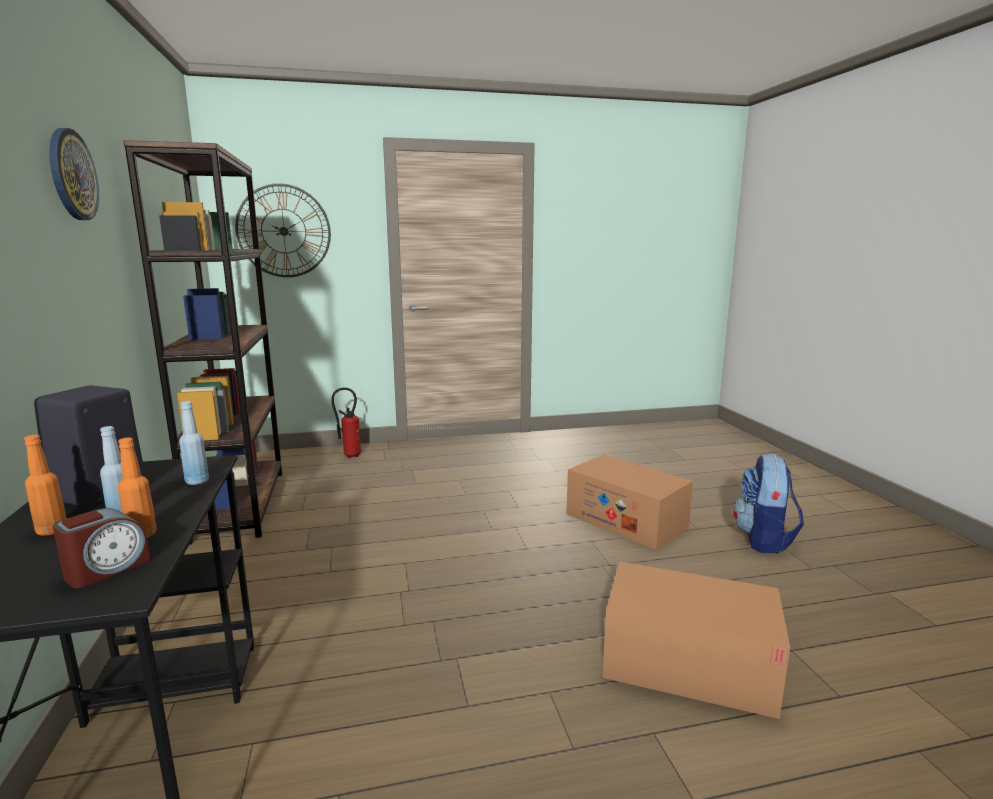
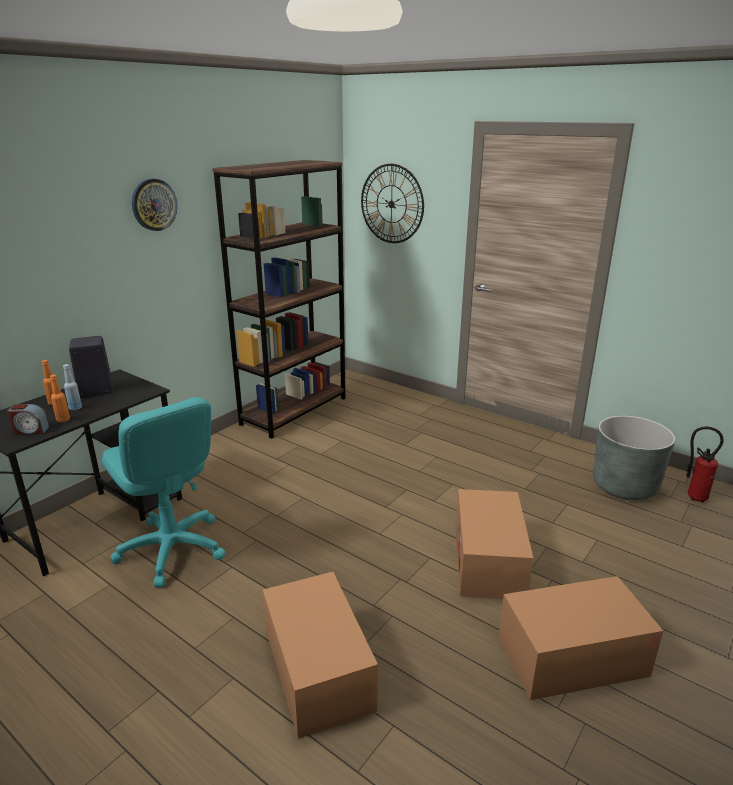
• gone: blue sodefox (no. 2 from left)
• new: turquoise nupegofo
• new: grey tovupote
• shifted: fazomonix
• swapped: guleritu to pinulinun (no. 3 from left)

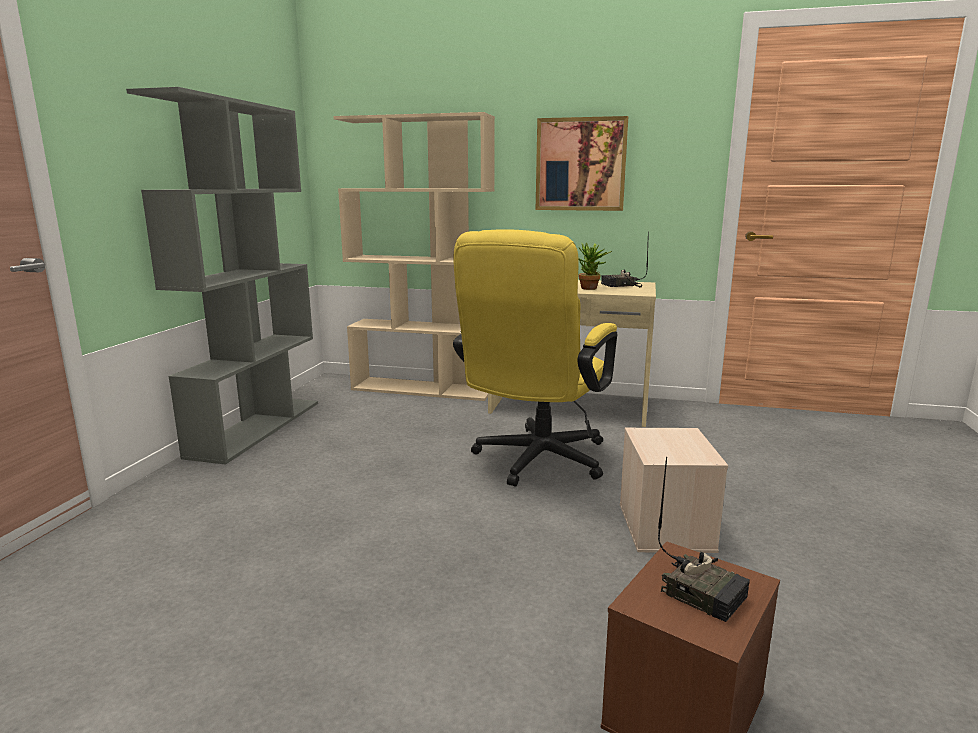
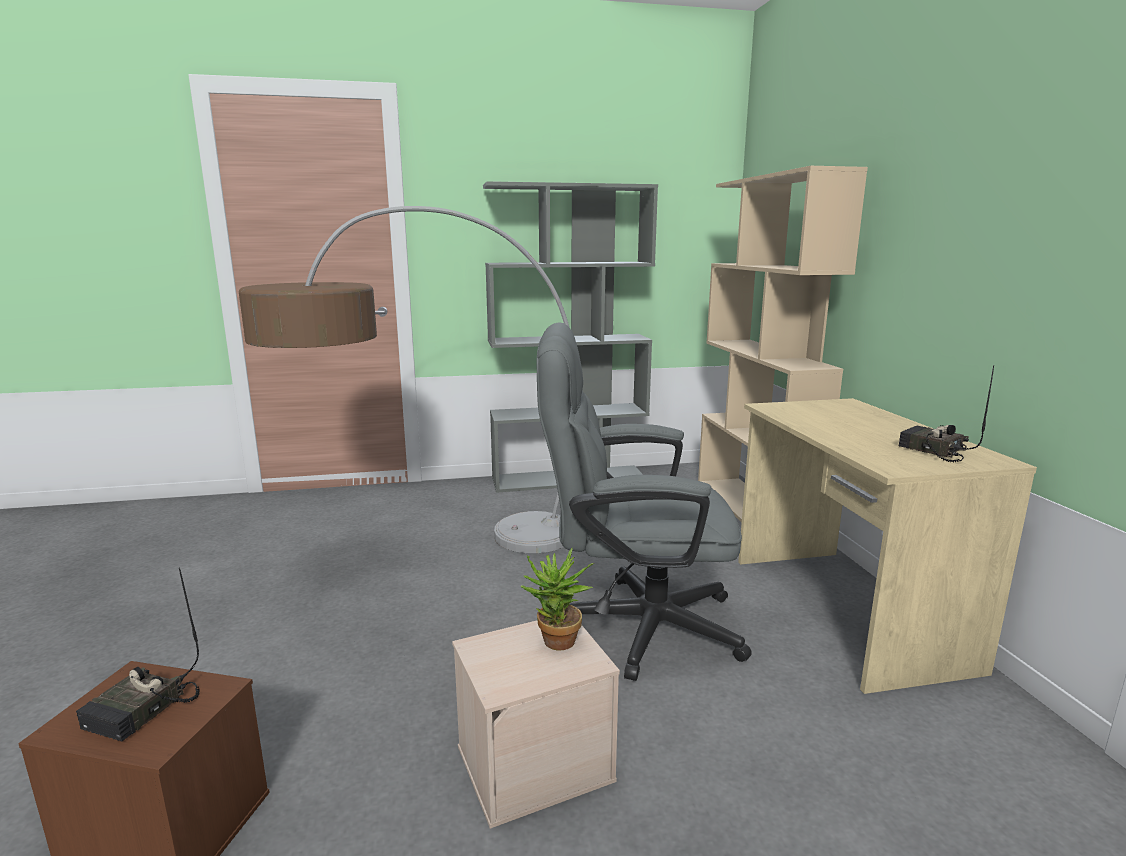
• gone: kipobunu
• new: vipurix
• shifted: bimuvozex
• repainted: yellow nupegofo to grey nupegofo

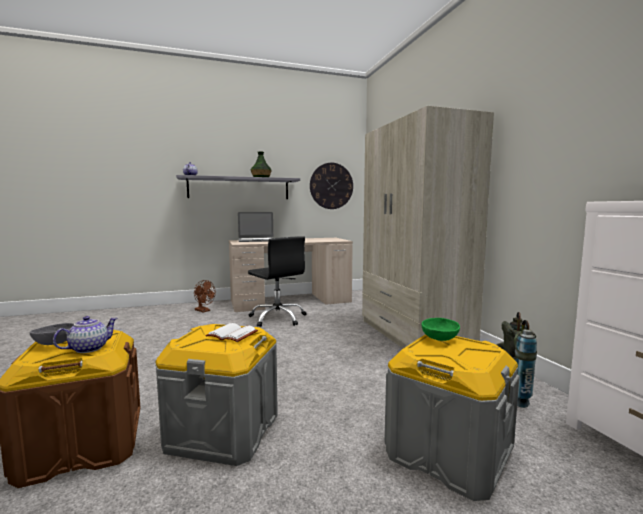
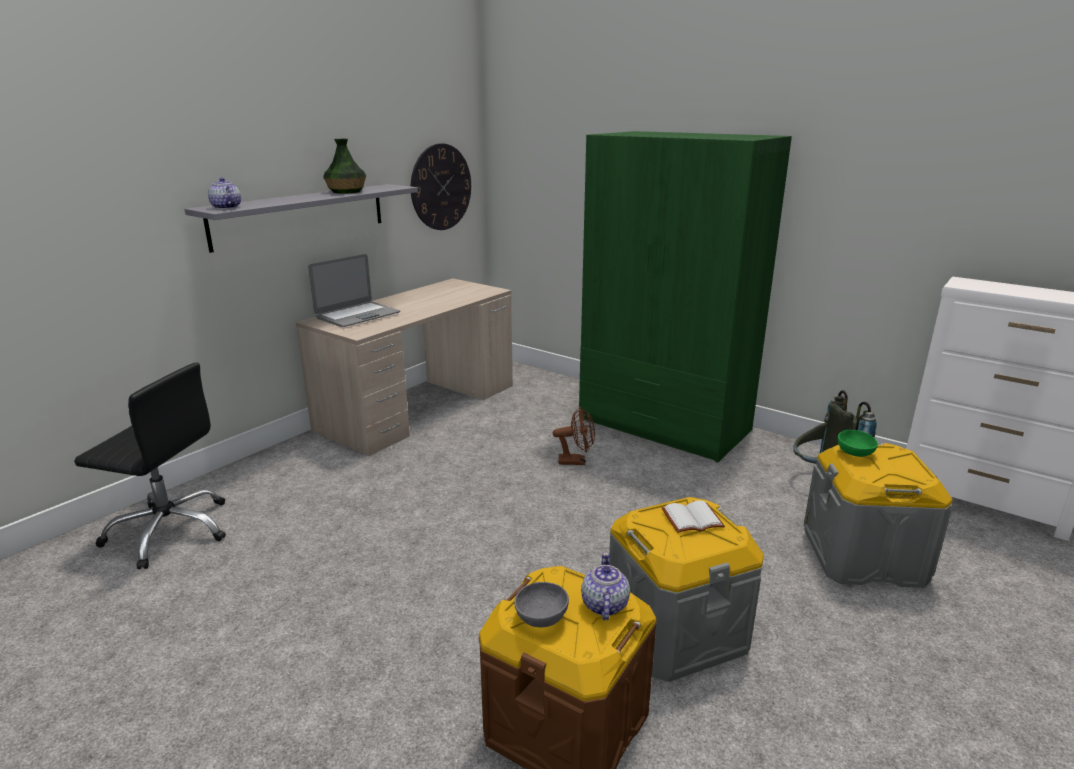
• shifted: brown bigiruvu
• shifted: black nupegofo
• repainted: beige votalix to green votalix

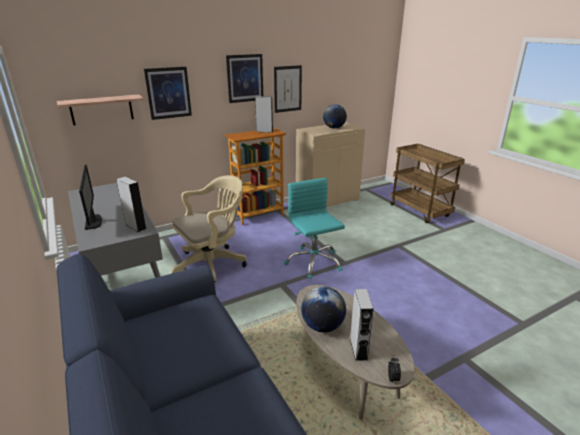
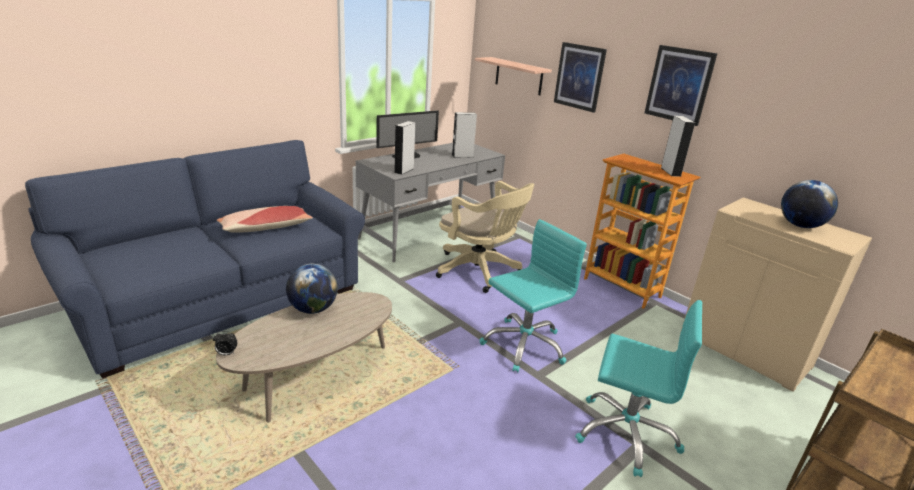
• gone: kipobunu (no. 3 from left)
• new: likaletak
• new: turquoise nupegofo (no. 2 from left)
• shifted: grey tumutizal (no. 3 from left in the first image) to grey tumutizal (no. 2 from left)

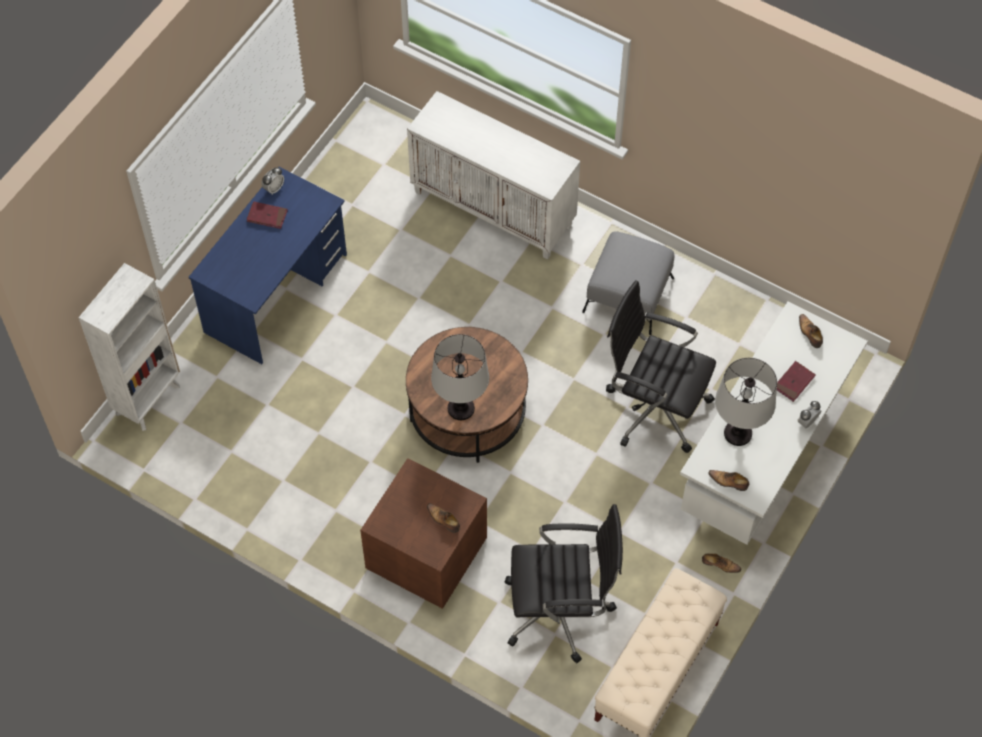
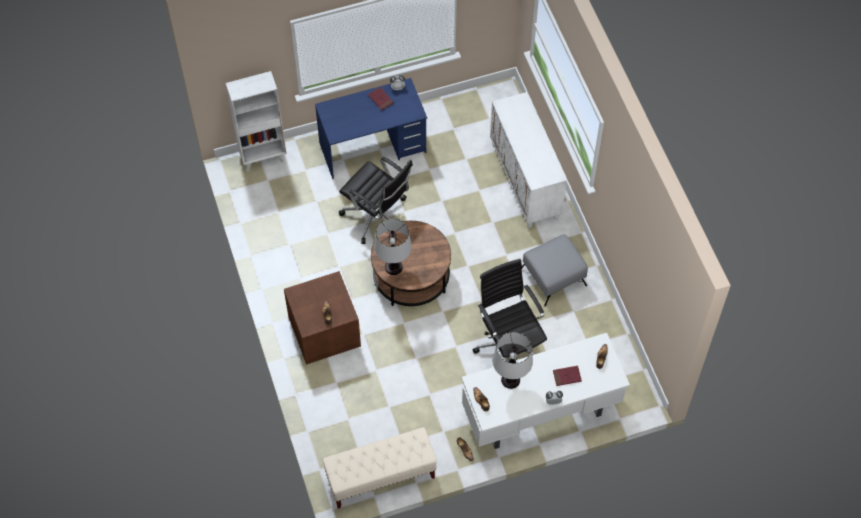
• shifted: black nupegofo (no. 1 from left)

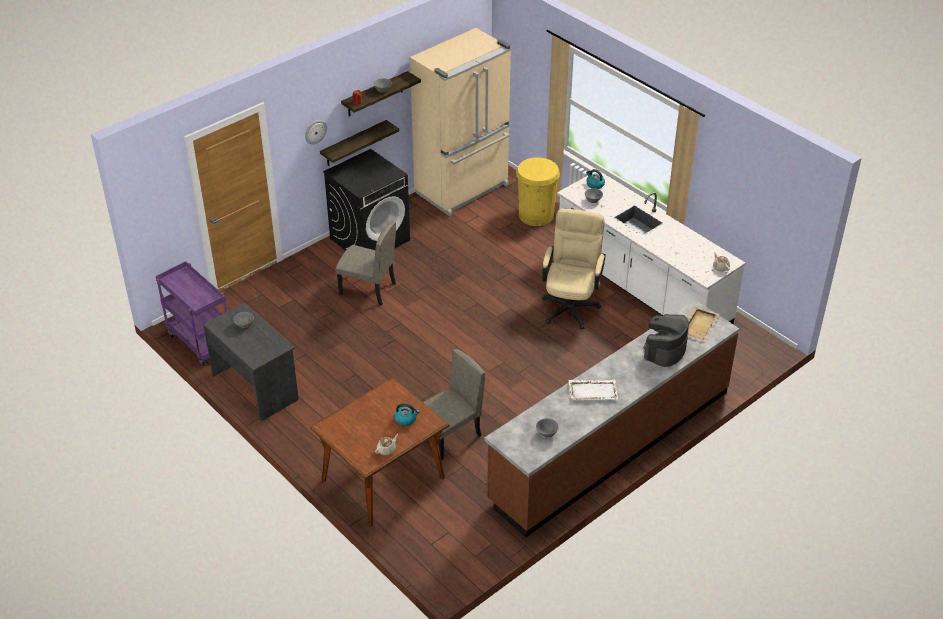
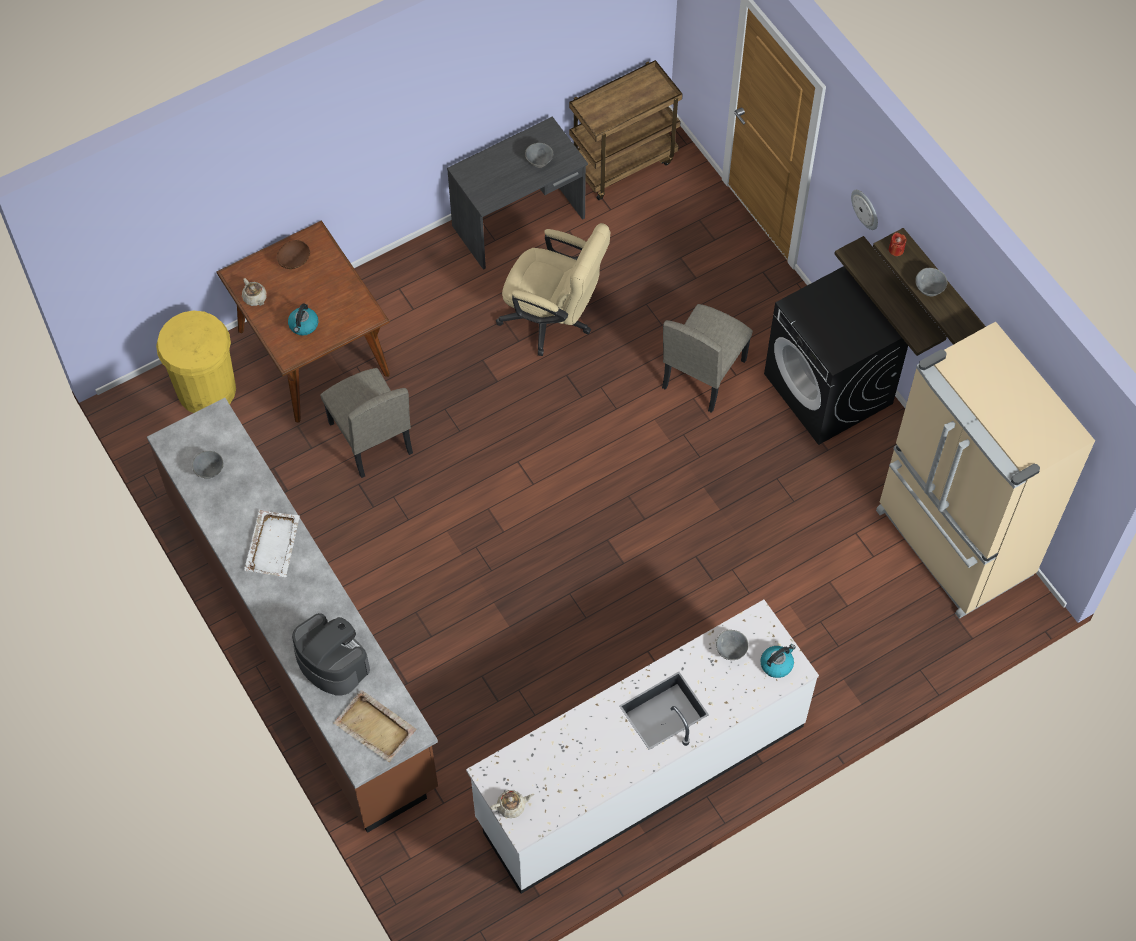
• new: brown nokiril
• shifted: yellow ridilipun
• shifted: beige nupegofo
• repainted: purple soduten to brown soduten

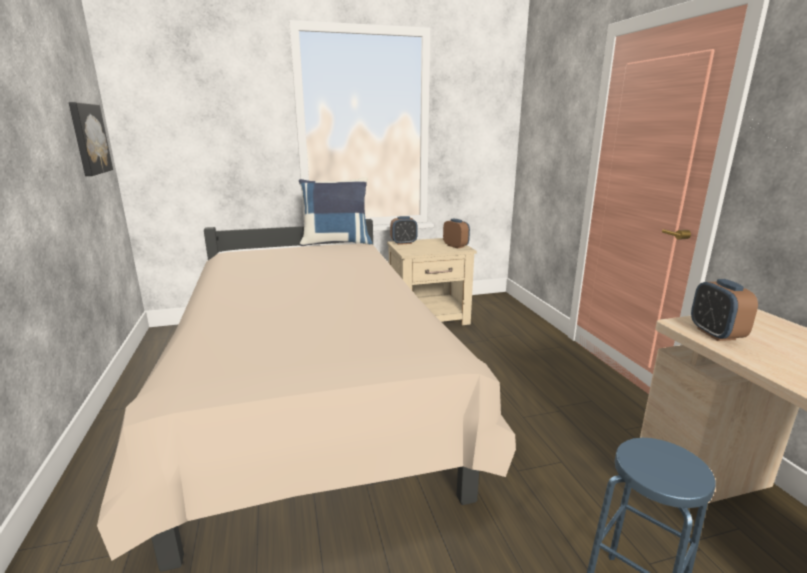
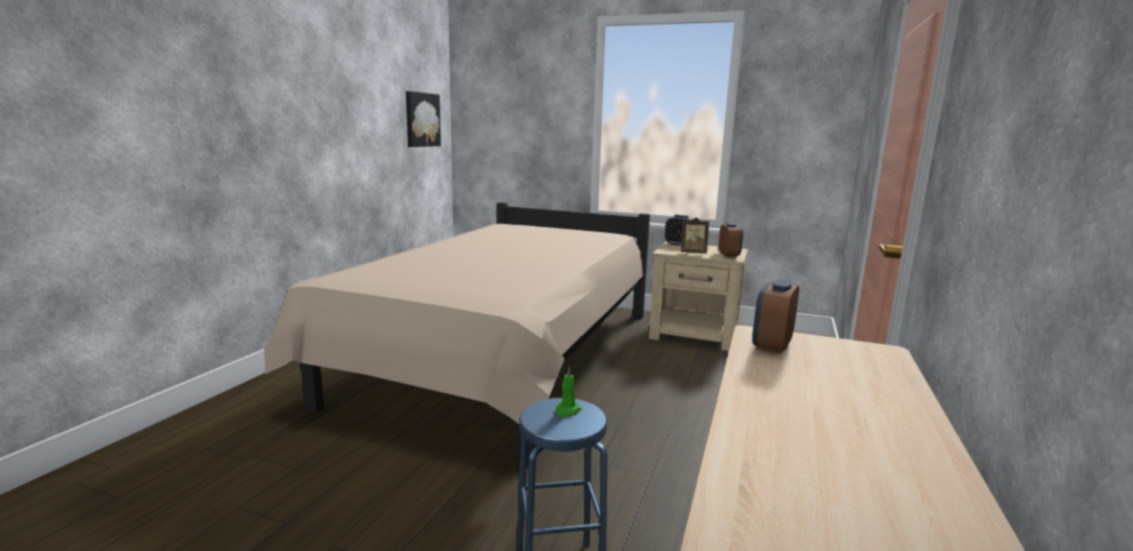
• gone: blue likaletak
• new: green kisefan
• new: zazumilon

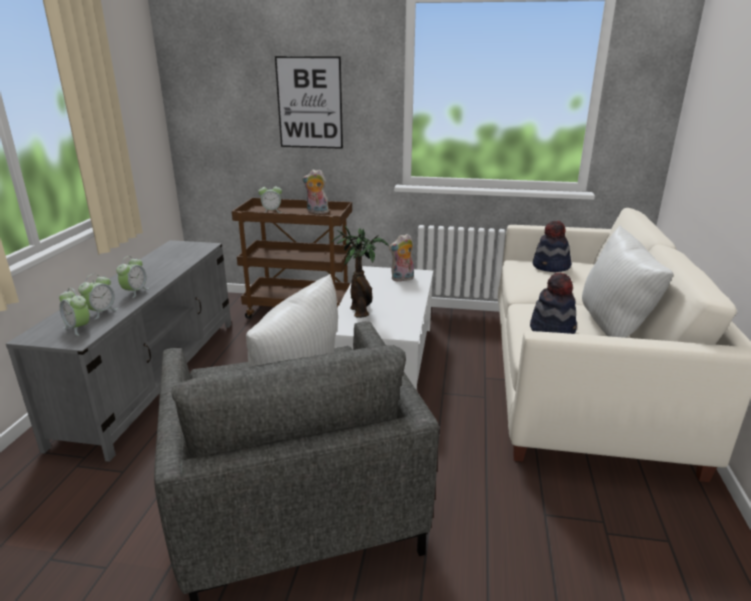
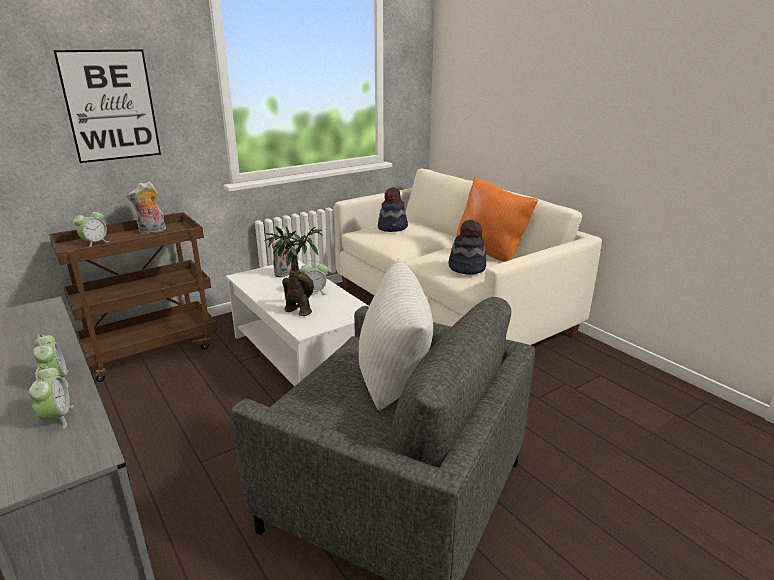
• shifted: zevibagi (no. 1 from left in the first image) to zevibagi (no. 4 from left)
• repainted: white likaletak (no. 2 from left) to orange likaletak

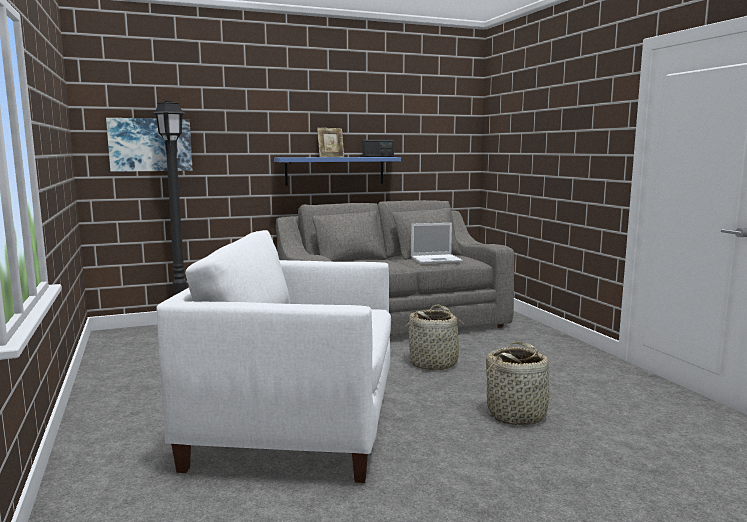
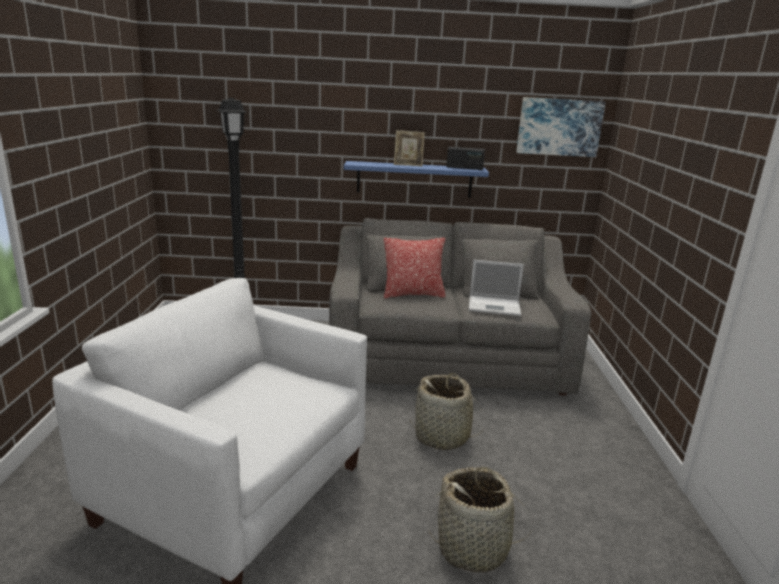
• new: likaletak
• shifted: kipobunu

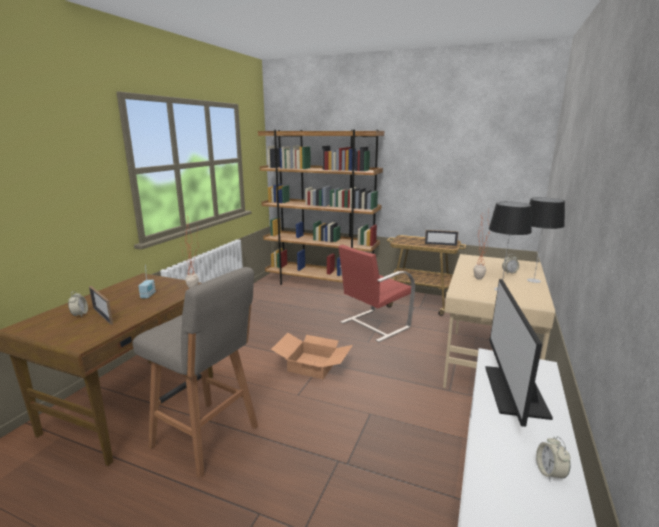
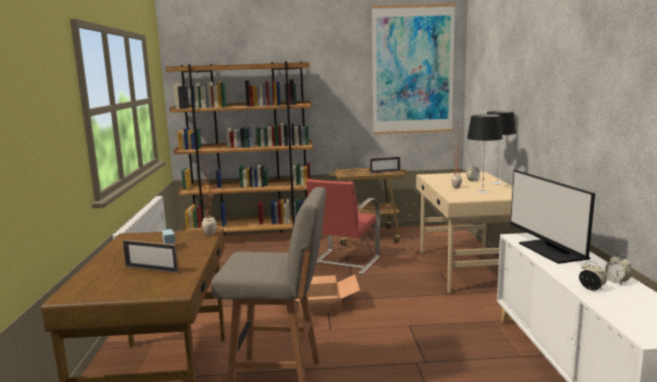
• new: kipobunu
• shifted: zevibagi (no. 1 from left in the first image) to zevibagi (no. 2 from left)

